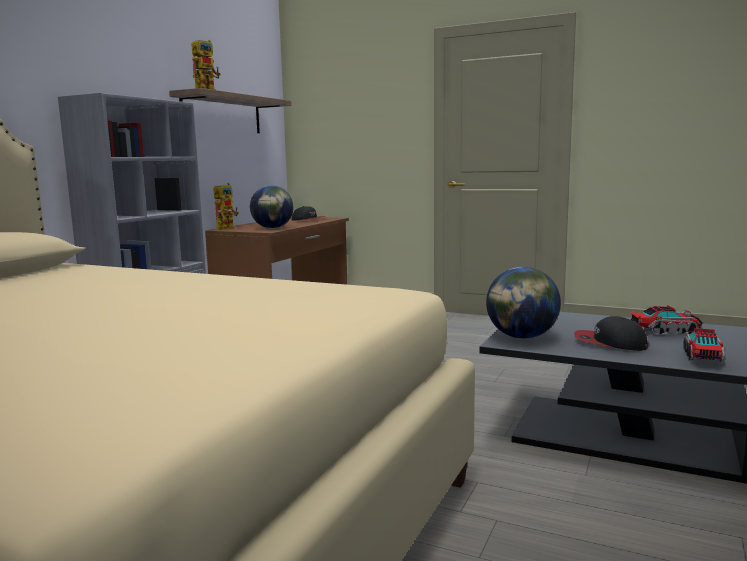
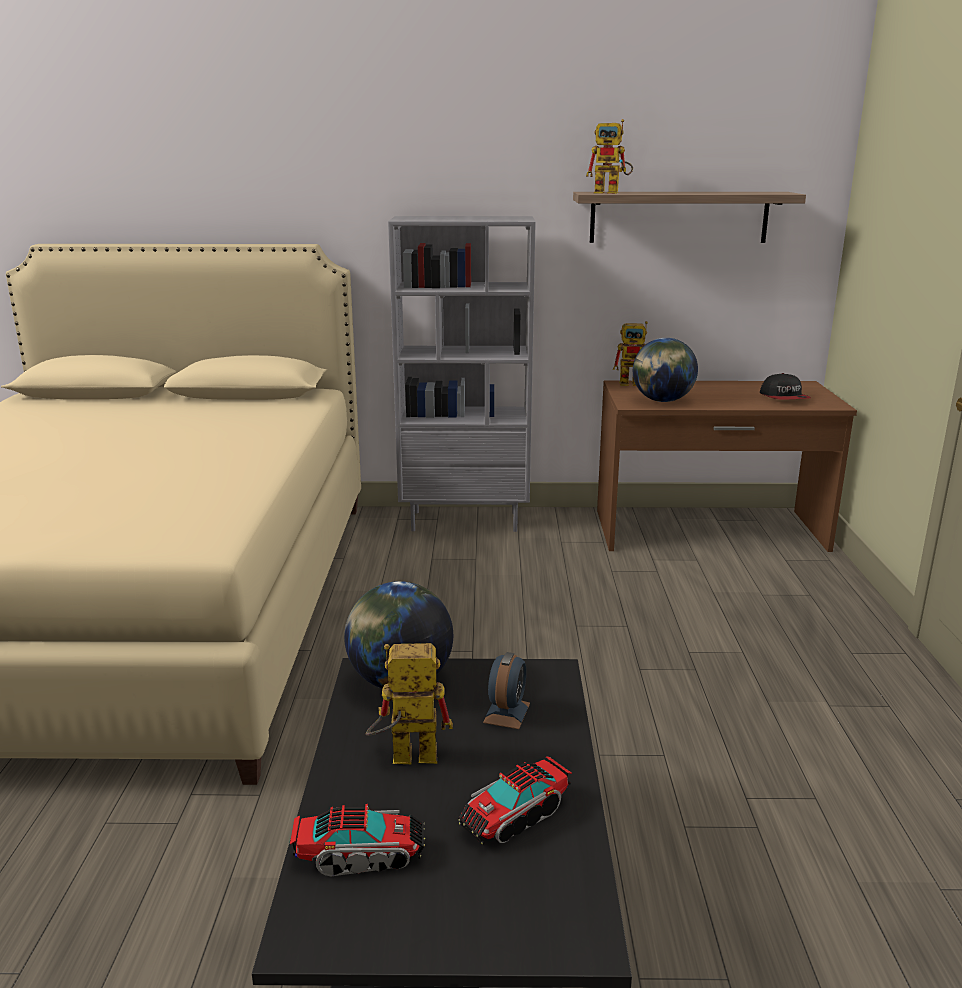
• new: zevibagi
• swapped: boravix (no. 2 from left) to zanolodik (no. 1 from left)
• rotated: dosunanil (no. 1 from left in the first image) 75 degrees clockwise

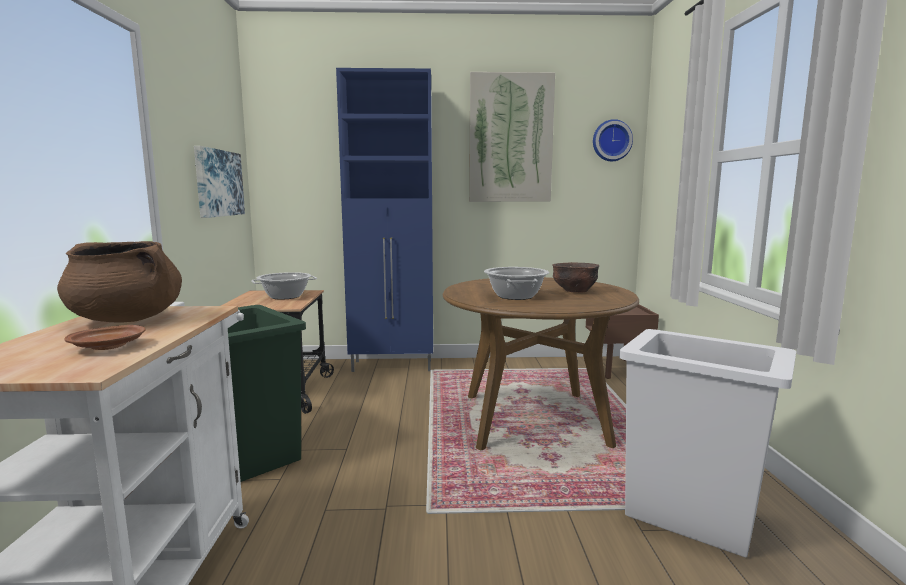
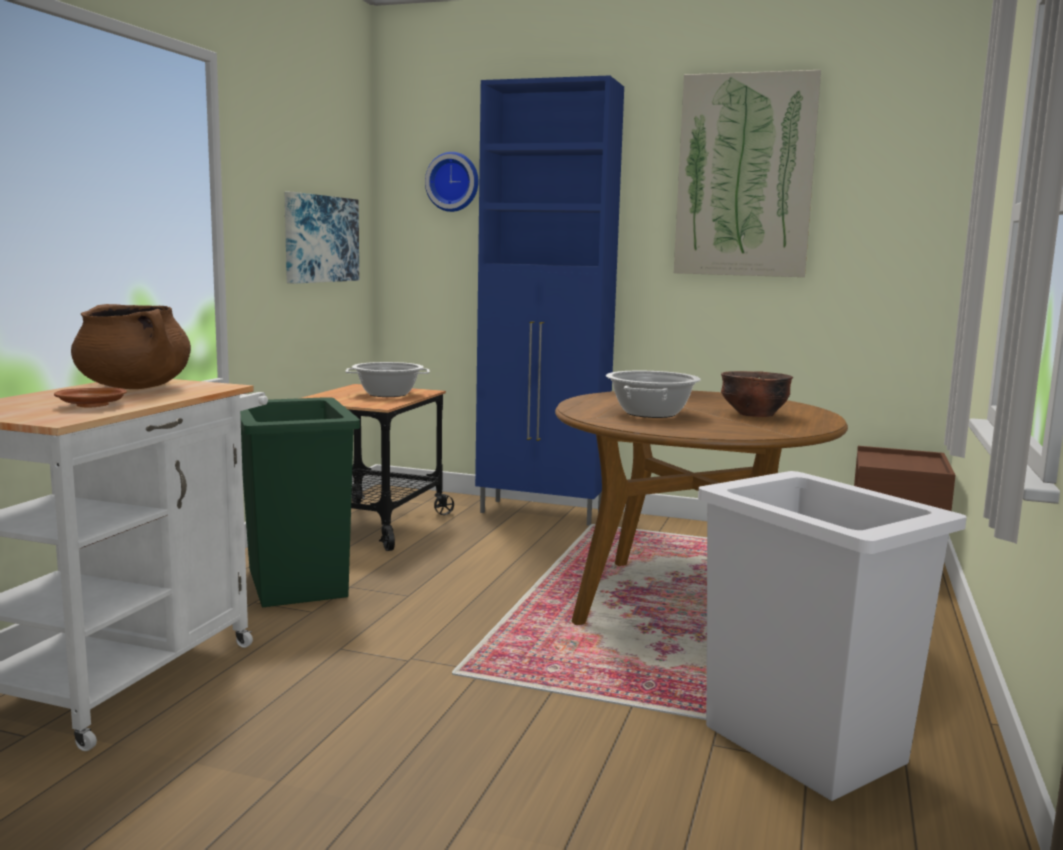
• shifted: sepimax

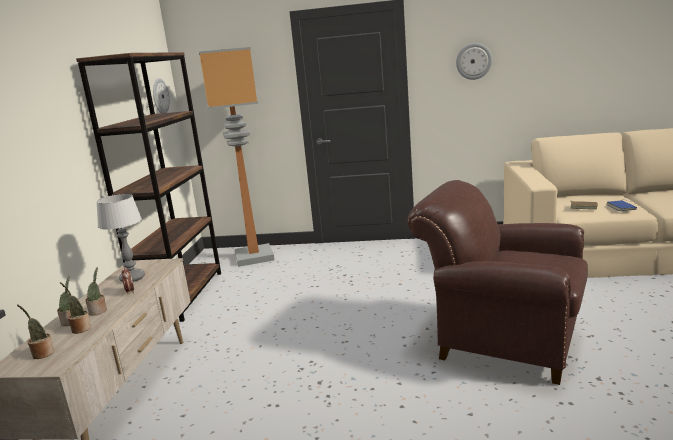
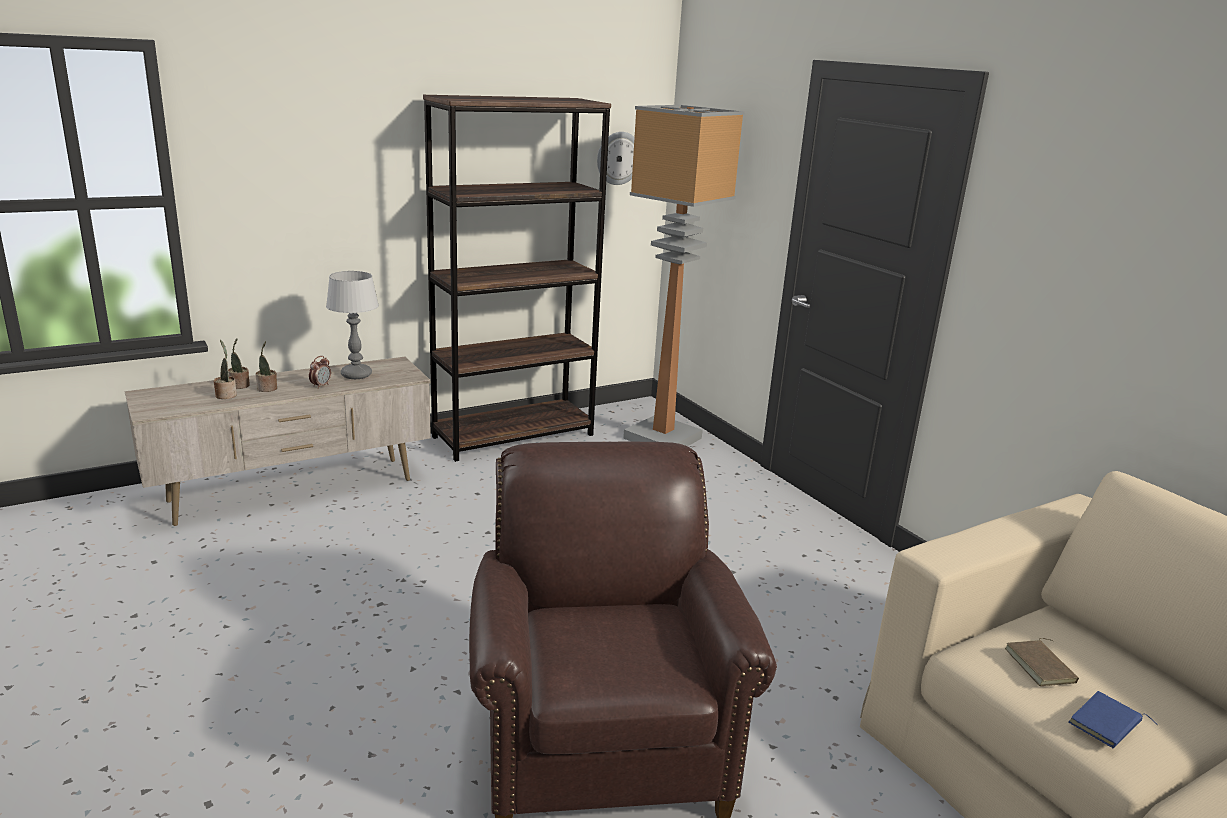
• gone: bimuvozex (no. 1 from left)
• gone: sepimax (no. 2 from left)

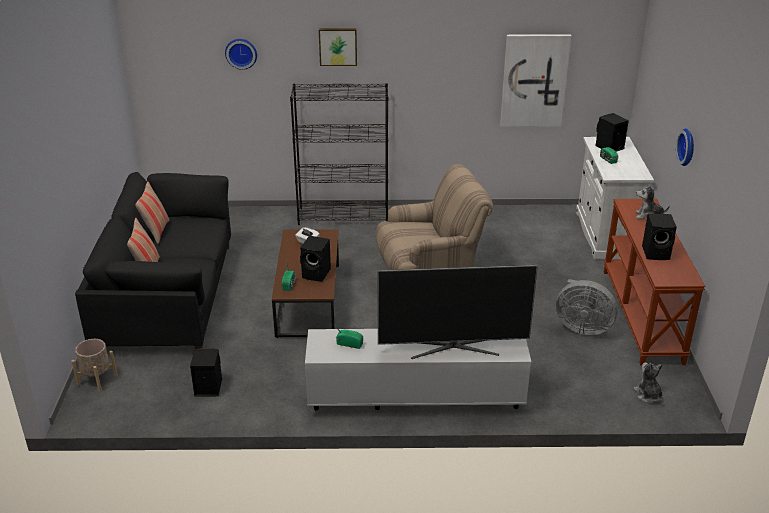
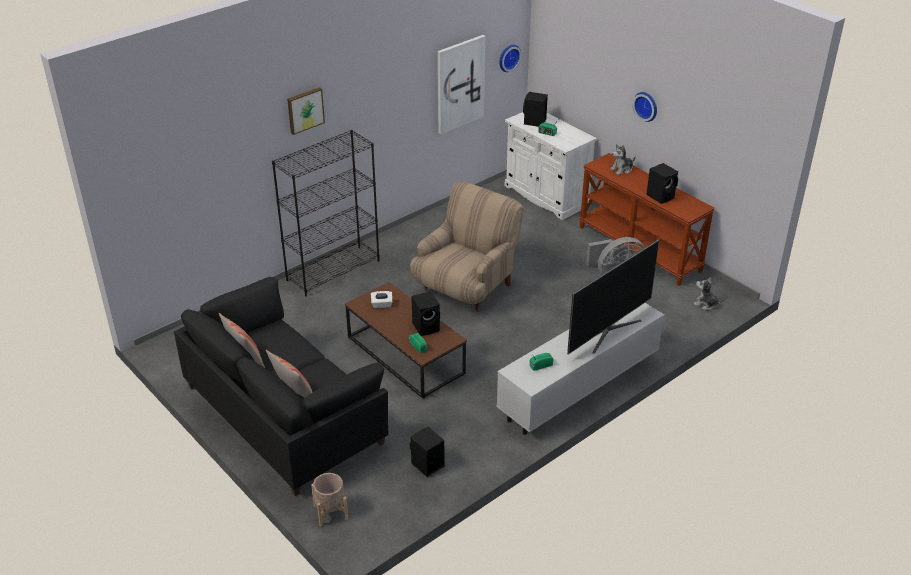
• shifted: sepimax (no. 1 from left)

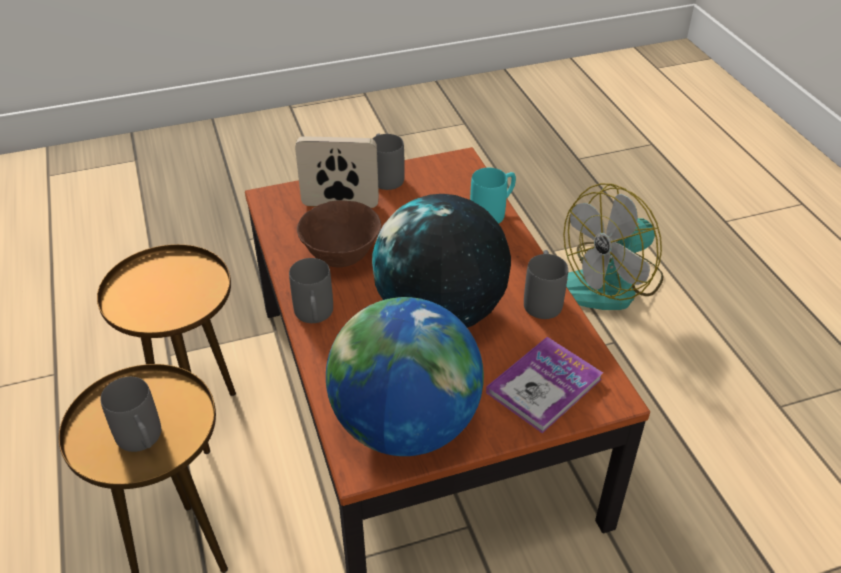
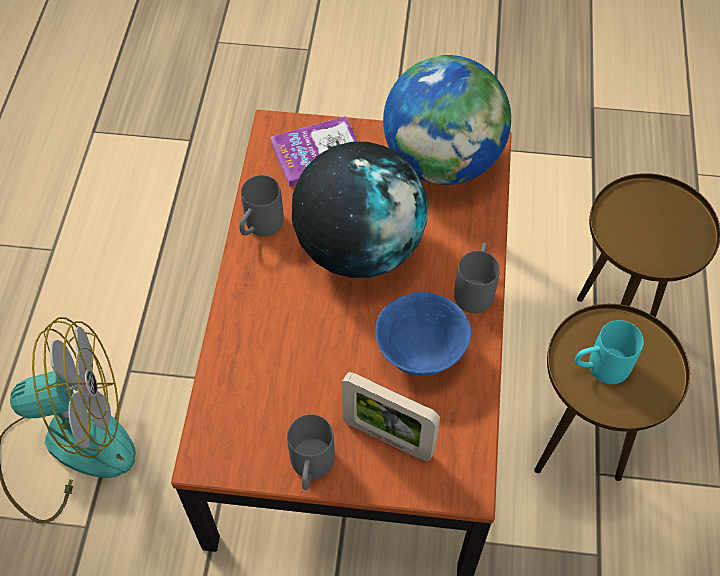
• gone: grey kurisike (no. 1 from left)
• shifted: turquoise kurisike
• repainted: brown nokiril to blue nokiril

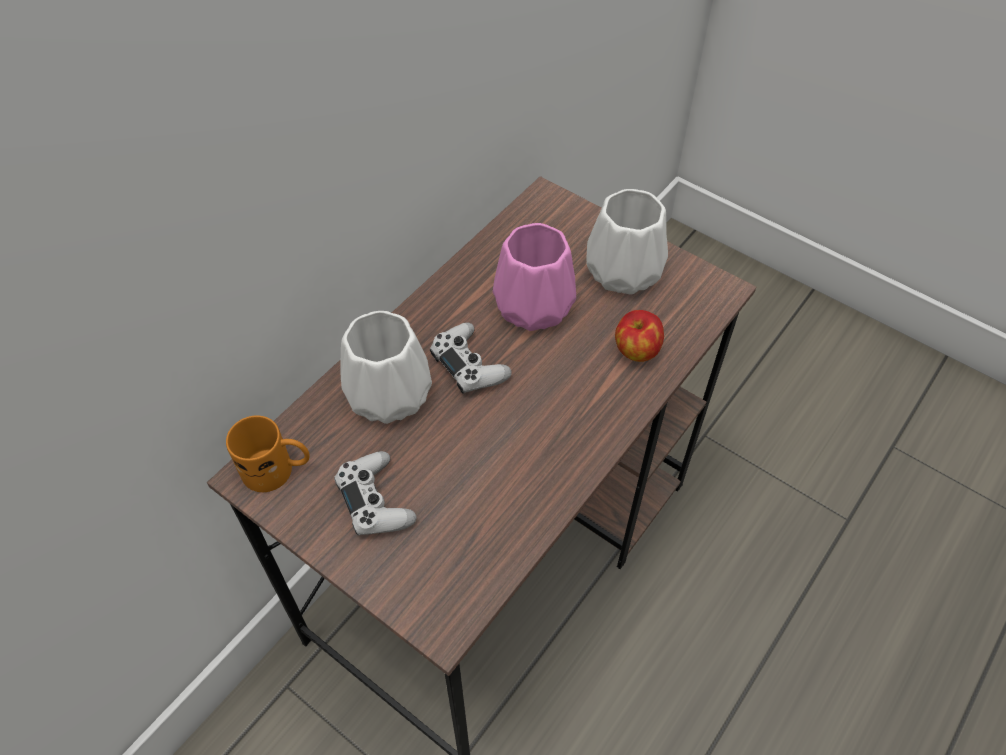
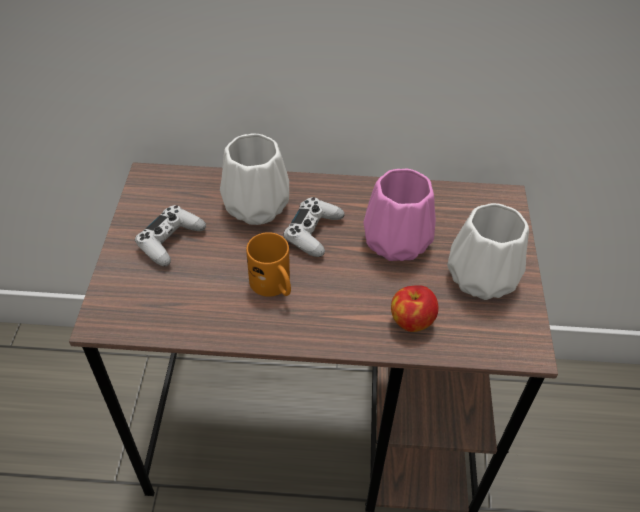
• shifted: orange kurisike

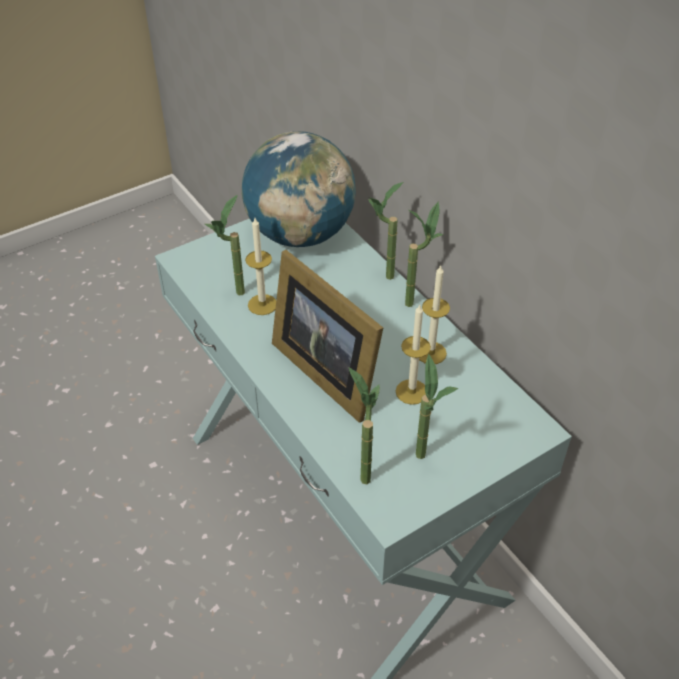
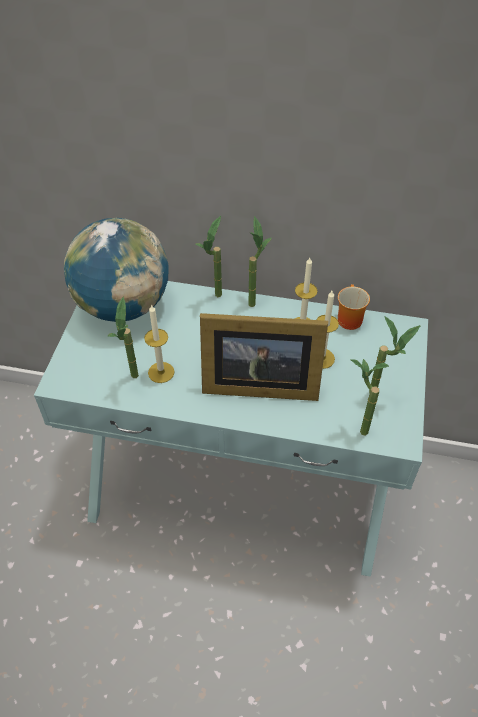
• new: kurisike

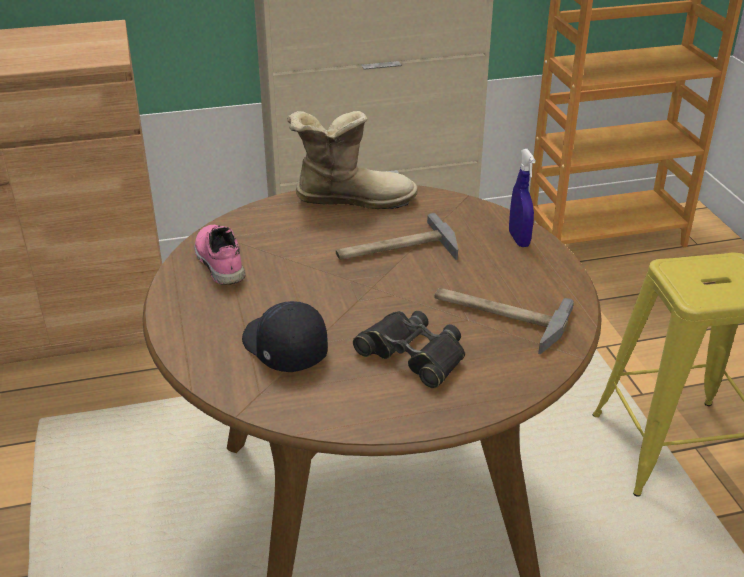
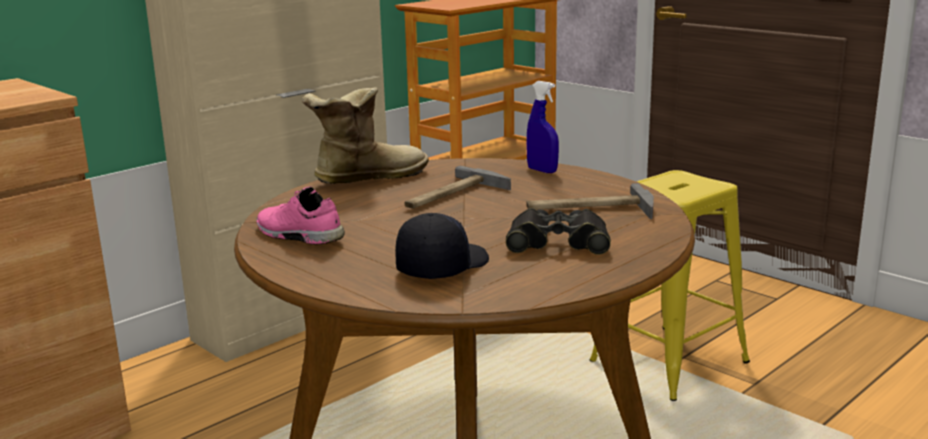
• rotated: black boravix 105 degrees clockwise

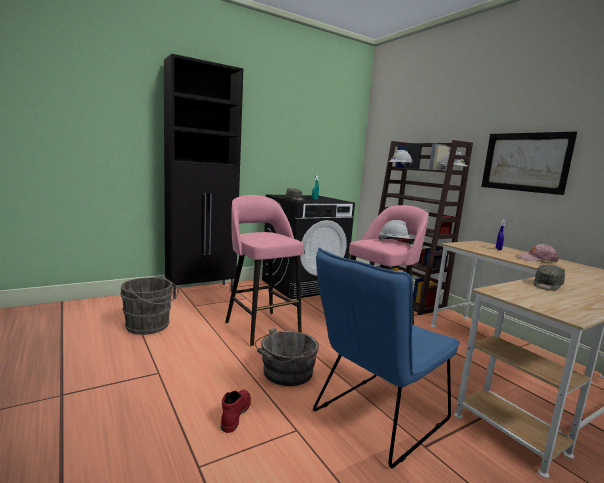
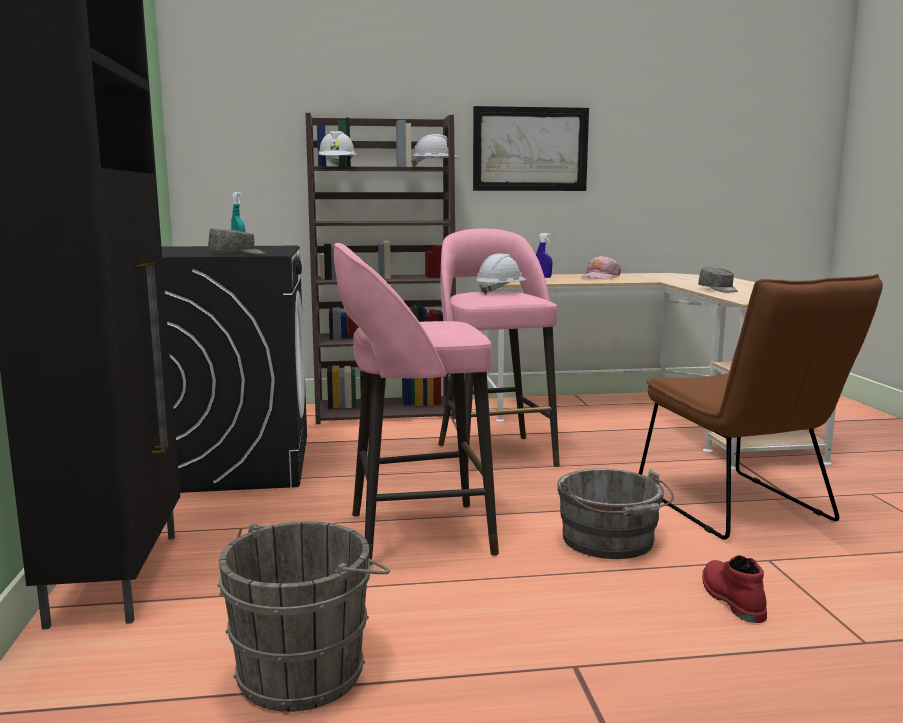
• repainted: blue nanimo to brown nanimo
• rotated: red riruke 45 degrees clockwise

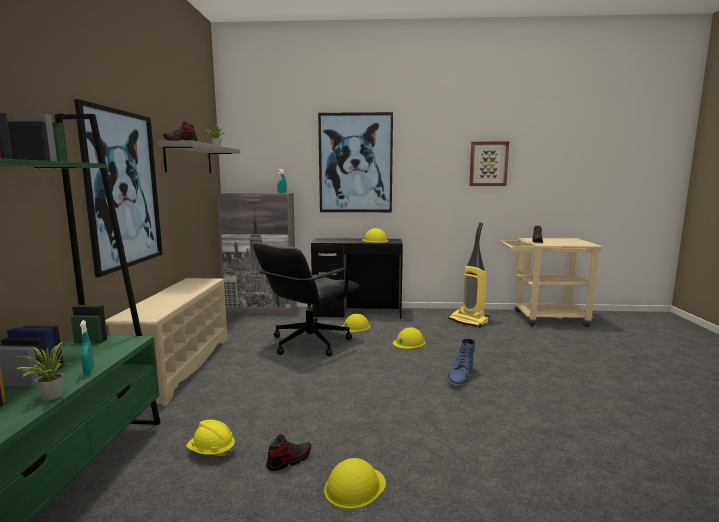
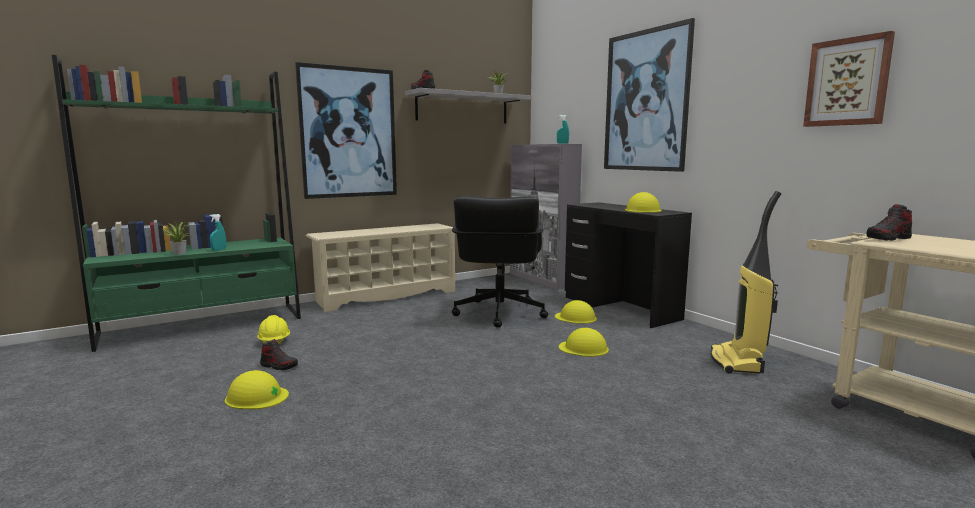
• gone: blue riruke
• rotated: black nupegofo 90 degrees counterclockwise

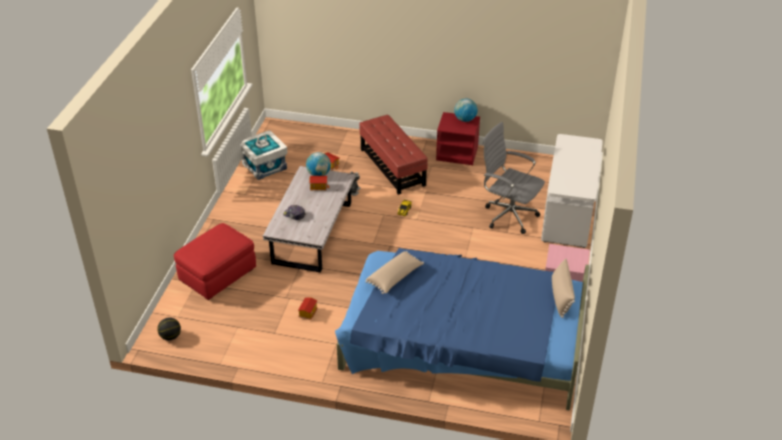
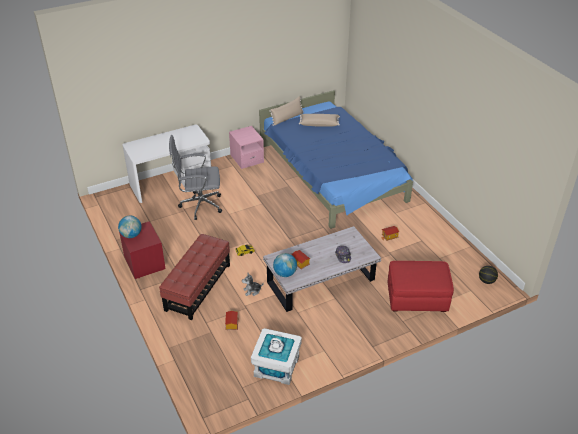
• shifted: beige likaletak (no. 1 from left in the first image) to beige likaletak (no. 2 from left)
• rotated: grey nupegofo 90 degrees clockwise

